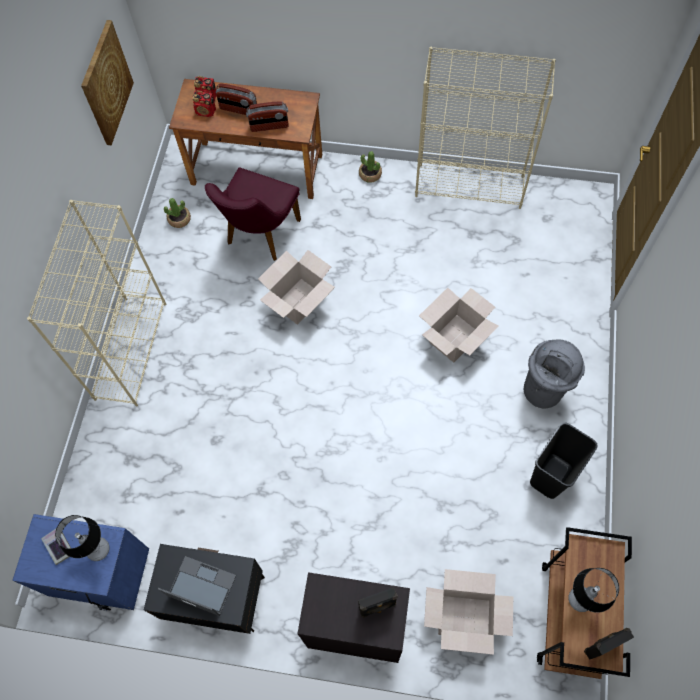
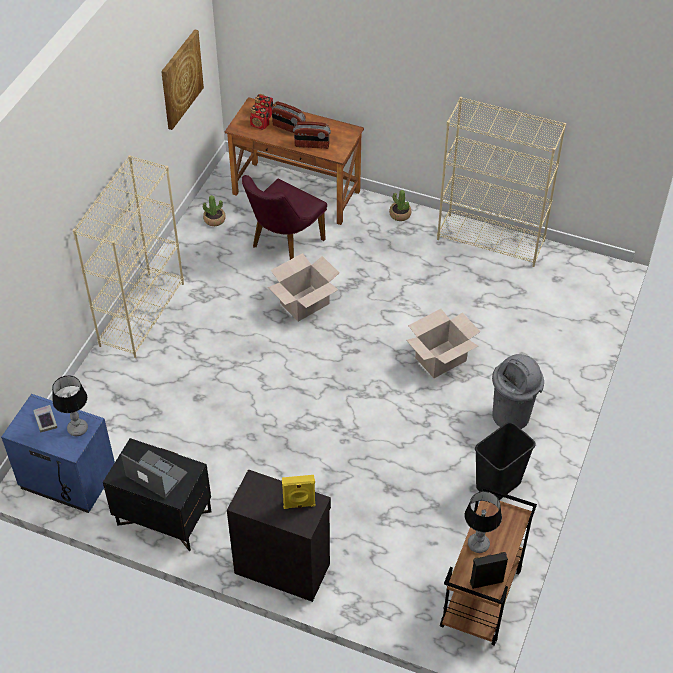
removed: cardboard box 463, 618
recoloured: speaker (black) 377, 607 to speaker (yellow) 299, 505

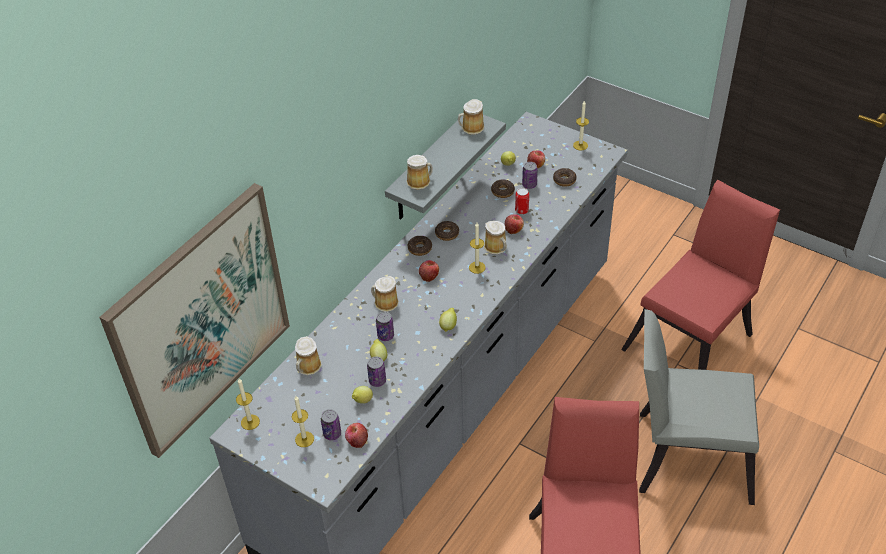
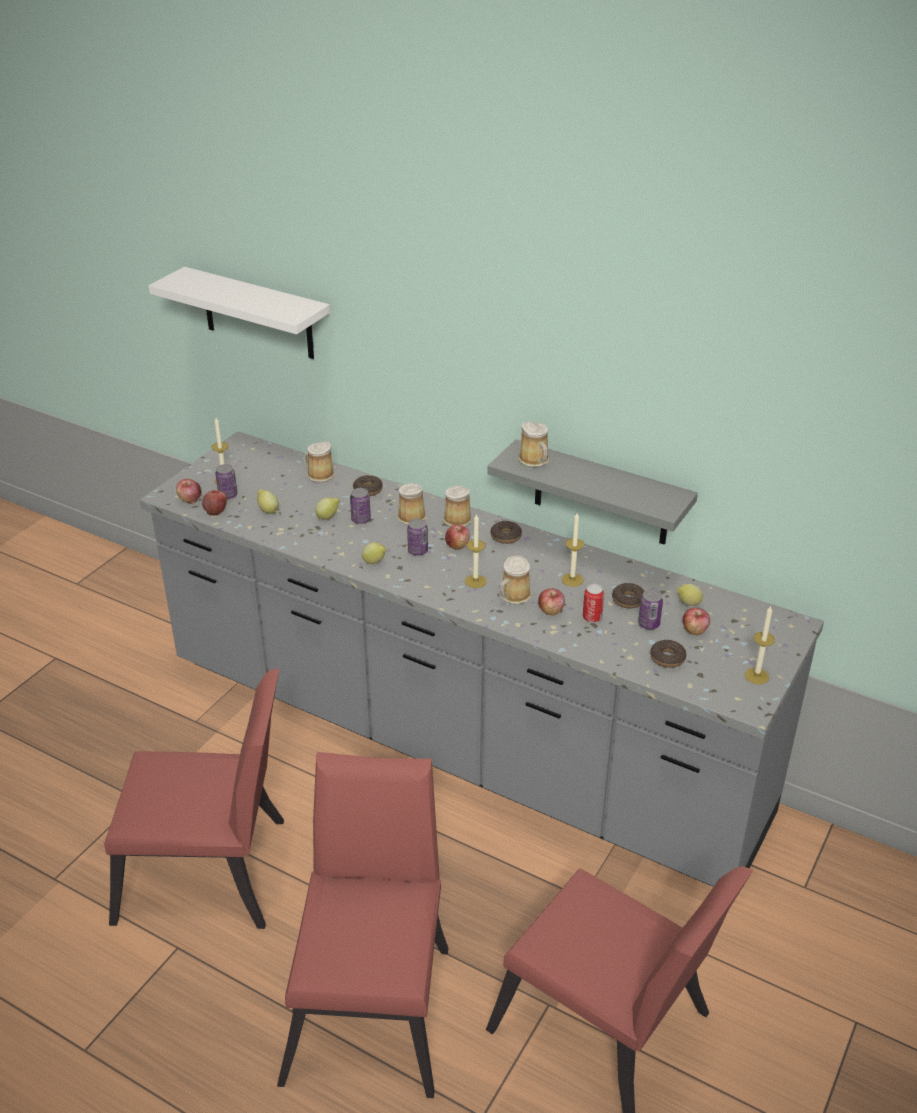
added: apple 190, 499
moved: mug 471, 128 to 457, 519; donut 447, 233 to 368, 490; can 377, 381 to 418, 551; candle 250, 422 to 572, 580
replaced: picture 202, 320 to shelf (white) 257, 314
recoloured: chair (grey) 685, 454 to chair (red) 372, 1001

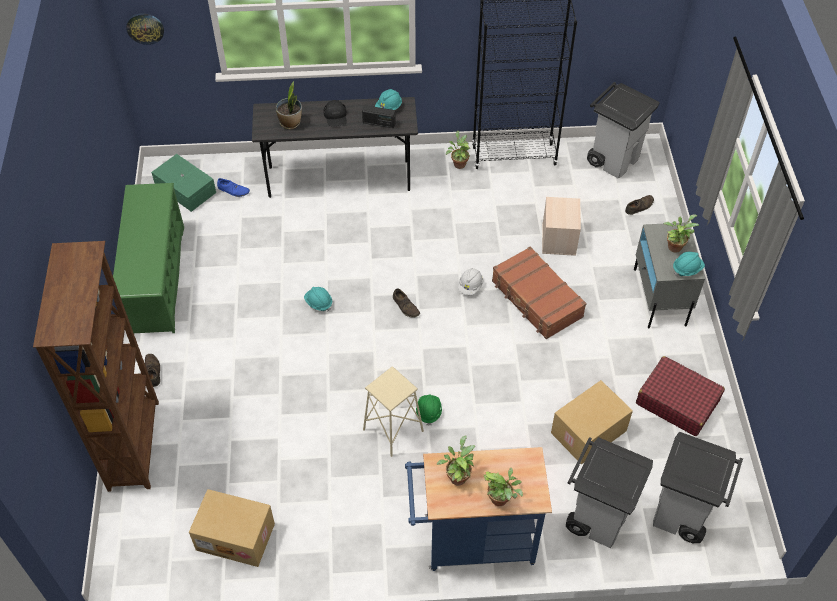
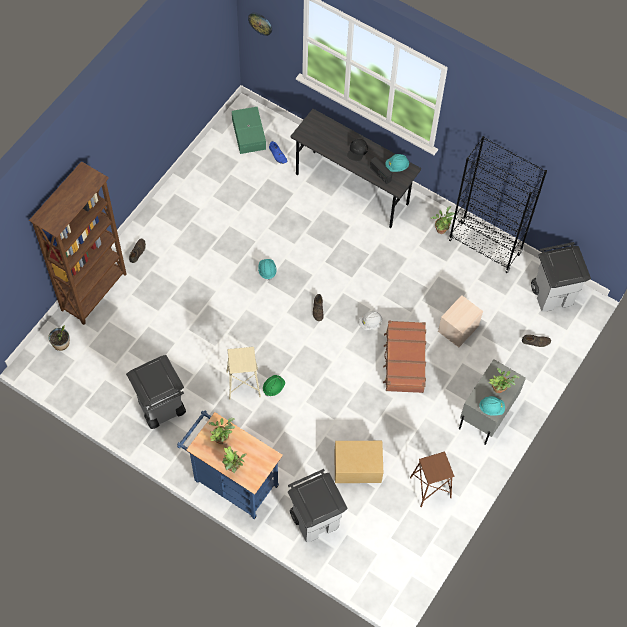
removed: shoe rack (green) 156, 279; cardboard box 236, 536
moved: potted plant 290, 123 to 61, 344; trash can (grey) 682, 515 to 161, 409
replaced: suitcase (red) 677, 402 to stool (brown) 430, 487

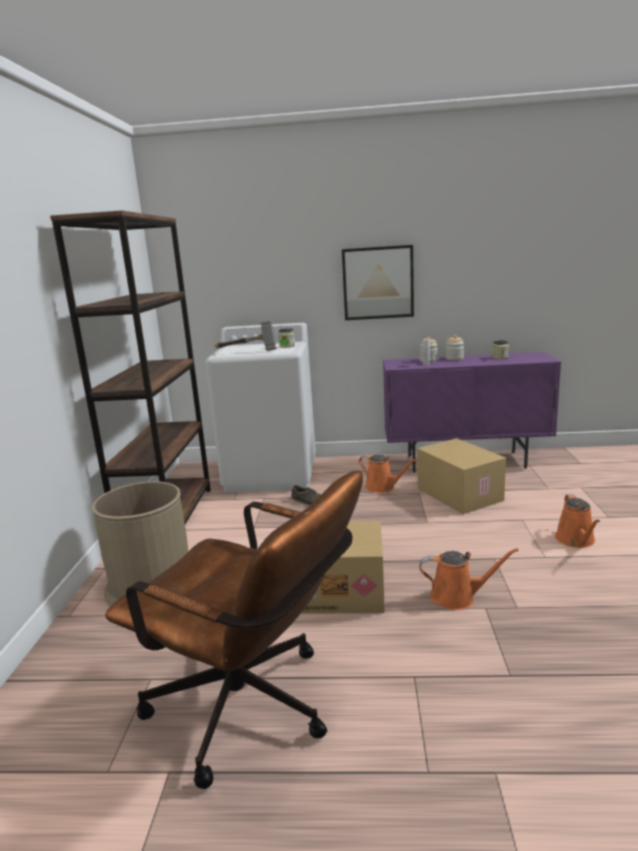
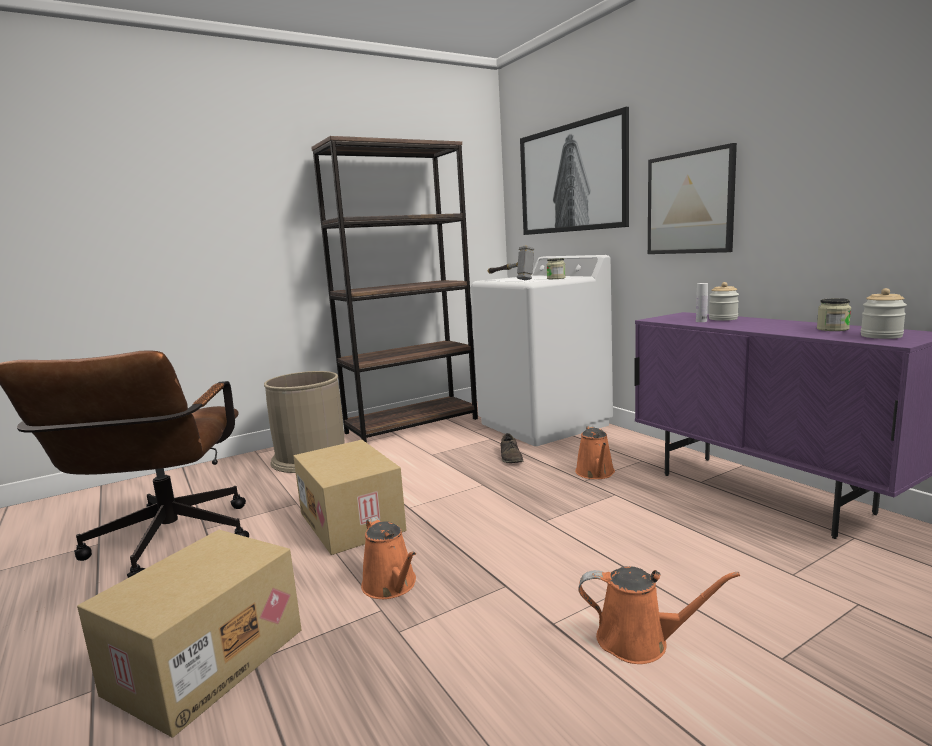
added: picture 572, 178
moved: jar 454, 358 to 881, 336; cardboard box 457, 494 to 206, 659
turned: watering can (orange) 576, 541 = 640, 641 135 degrees counterclockwise

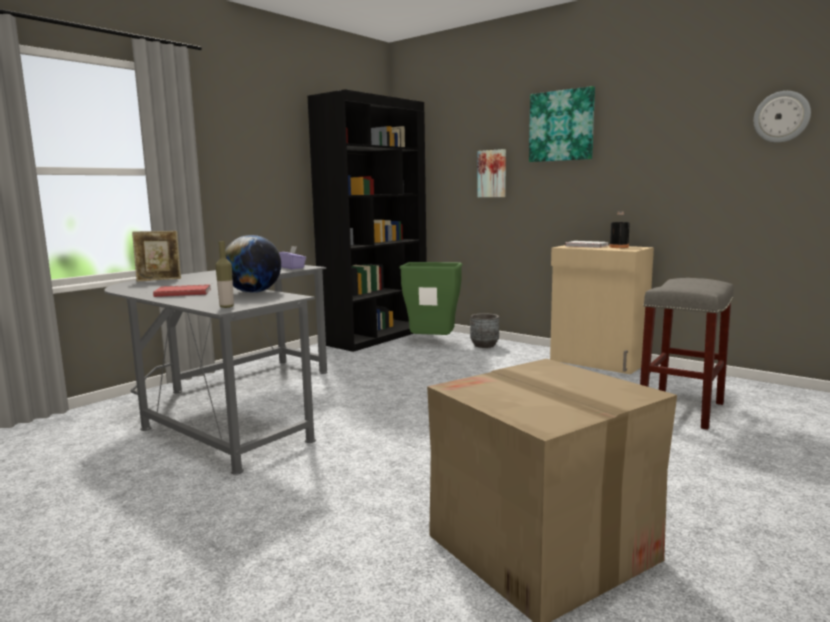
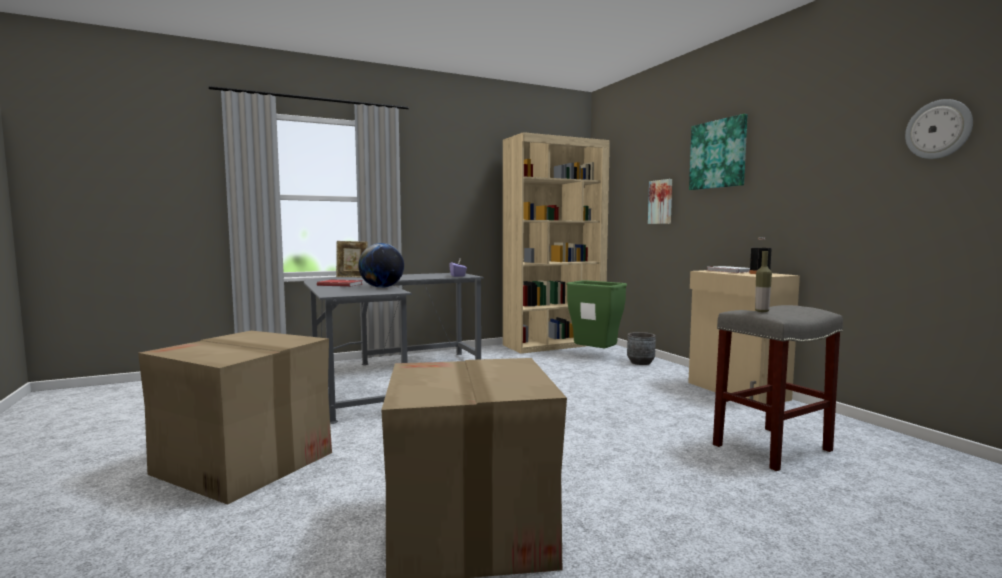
added: cardboard box 245, 463
moved: bottle 226, 307 to 761, 311
recoloured: bookcase (black) 376, 337 to bookcase (beige) 554, 345

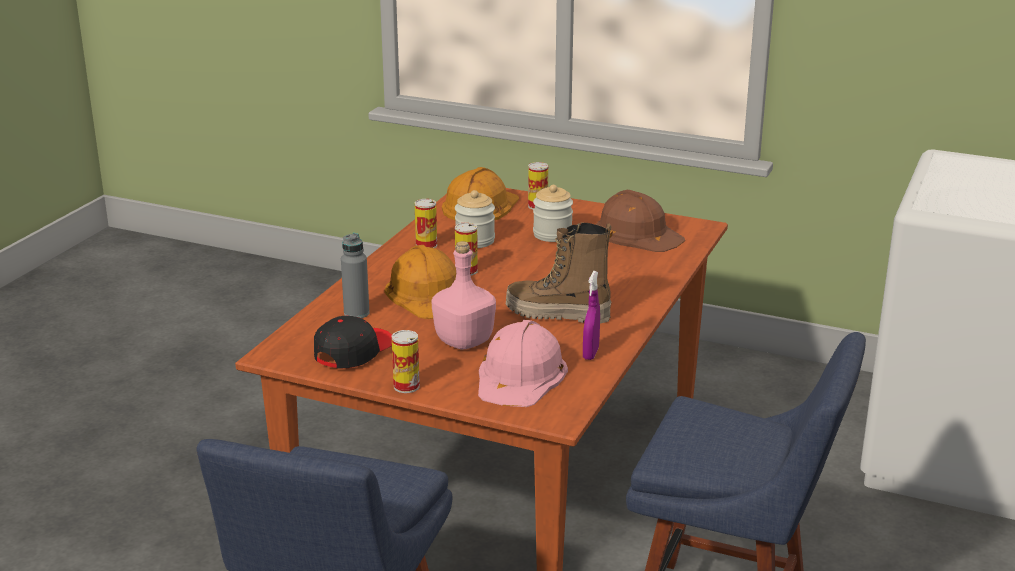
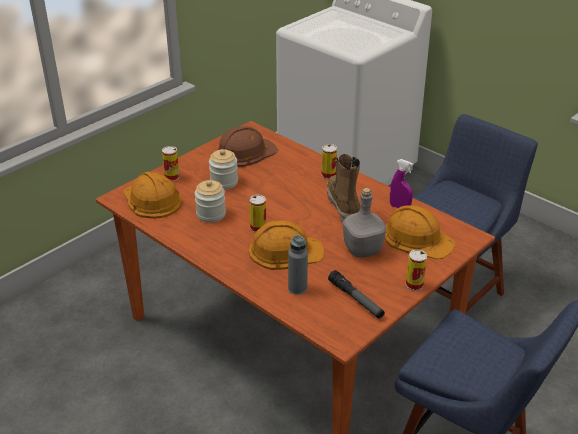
moved: can 426, 245 to 328, 175
replaced: cap (black) 353, 351 to flashlight 356, 299
recoloured: bottle (pink) 465, 341 to bottle (grey) 362, 249; hard hat (pink) 520, 376 to hard hat (orange) 417, 238
turned: boot 557, 314 = 343, 207 135 degrees clockwise

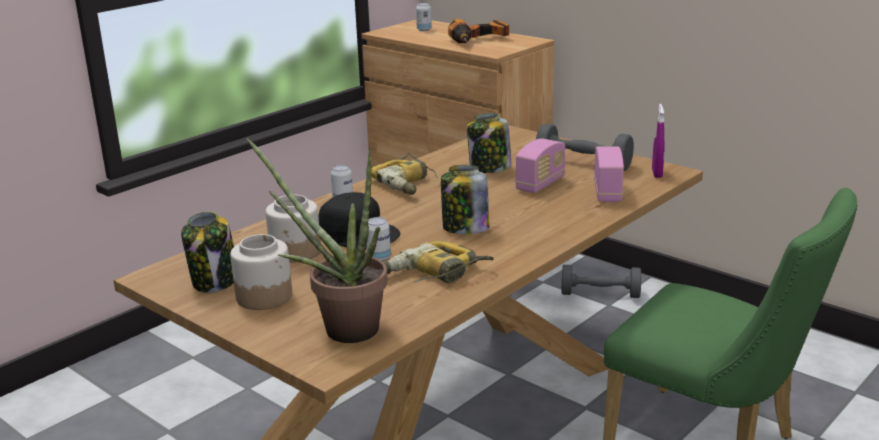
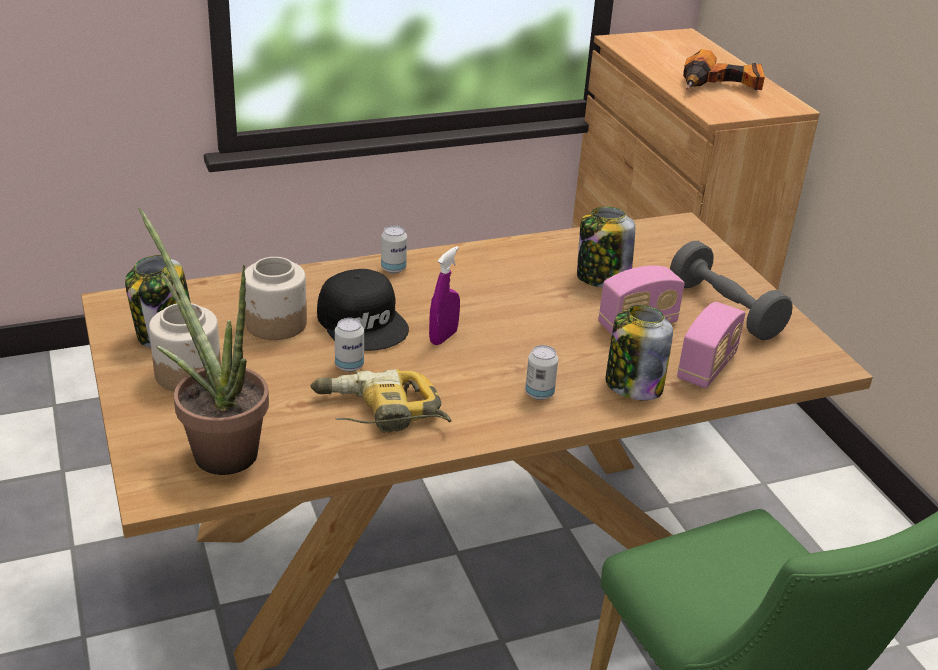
removed: power drill 407, 183; dumbbell (grey) 600, 294
moved: can 424, 30 to 539, 393; spray bottle (purple) 657, 174 to 443, 337; jar 464, 228 to 632, 385

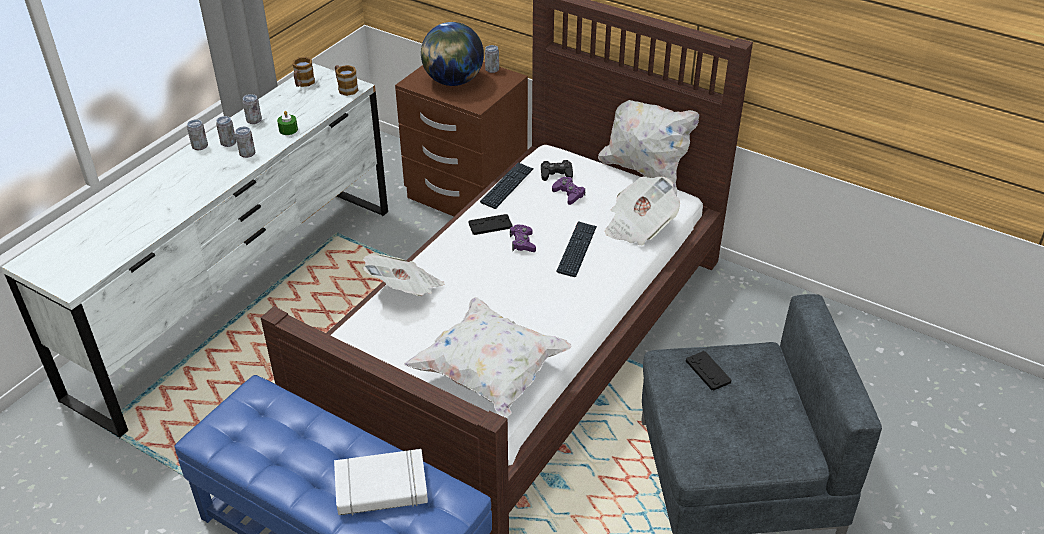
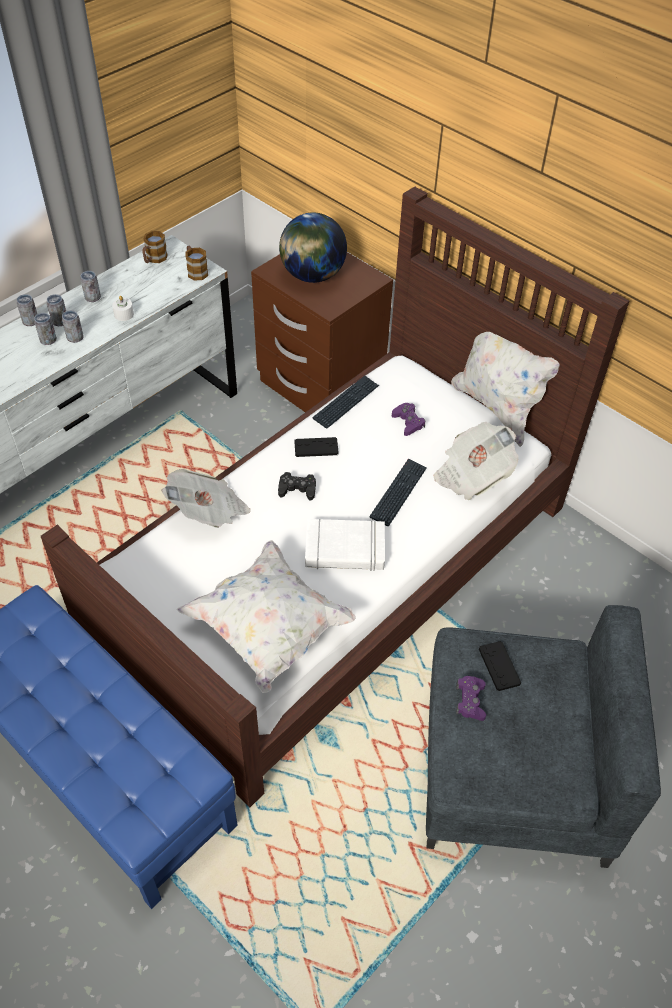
moved: can 492, 69 to 48, 340; game controller (black) 556, 174 to 297, 489; game controller (purple) 522, 243 to 470, 701; book (white) 381, 487 to 345, 549
recoloured: candle (green) 288, 130 to candle (white) 124, 314

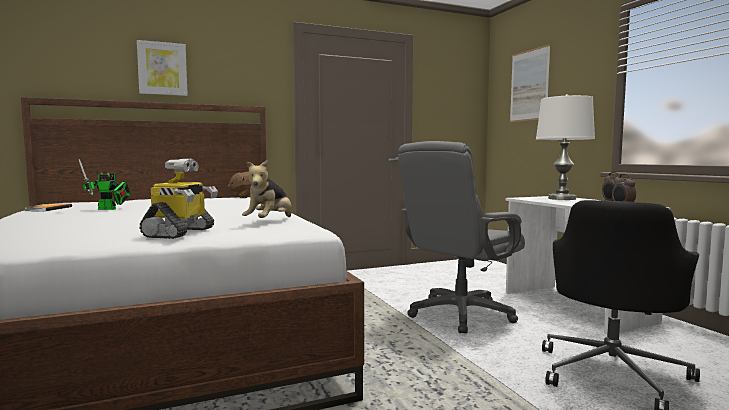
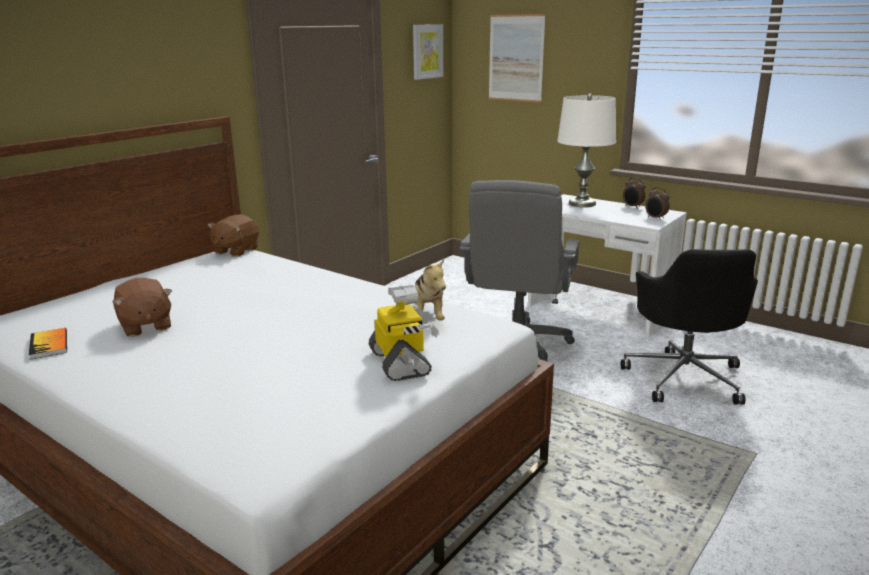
moved: picture 162, 69 to 427, 51
replaced: toy robot 109, 209 to plush toy (brown) 145, 326

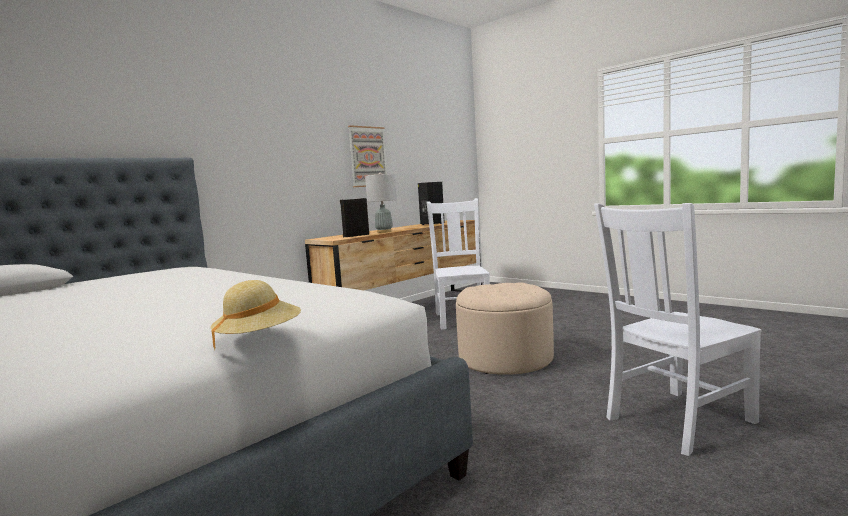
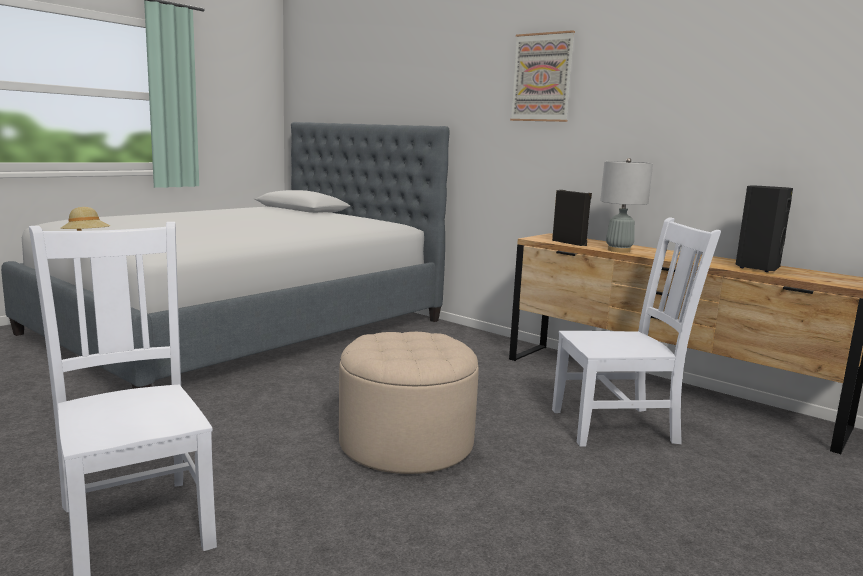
moved: picture 368, 156 to 542, 77

